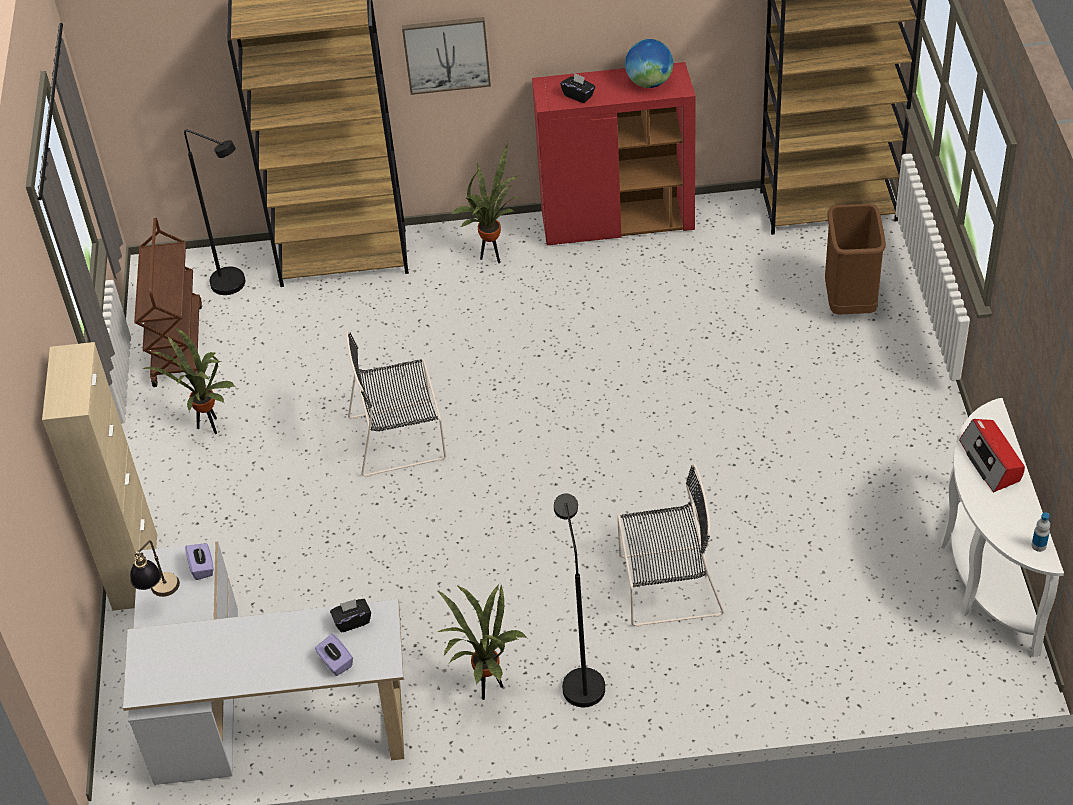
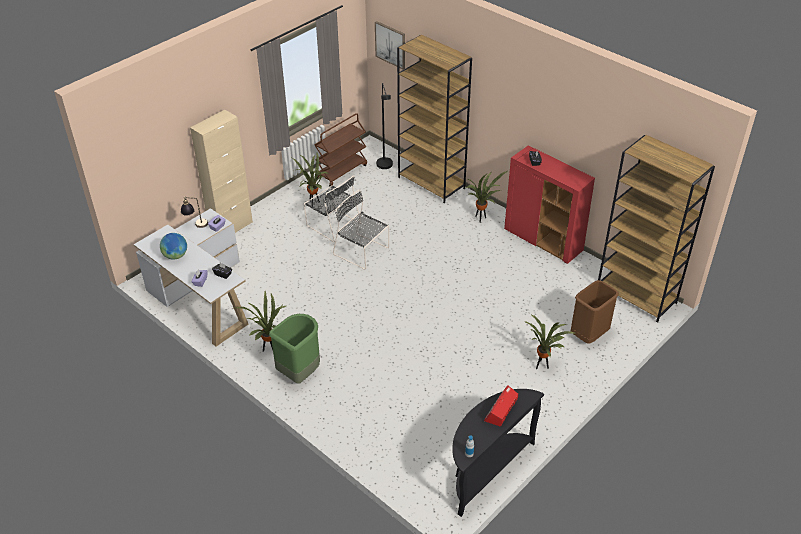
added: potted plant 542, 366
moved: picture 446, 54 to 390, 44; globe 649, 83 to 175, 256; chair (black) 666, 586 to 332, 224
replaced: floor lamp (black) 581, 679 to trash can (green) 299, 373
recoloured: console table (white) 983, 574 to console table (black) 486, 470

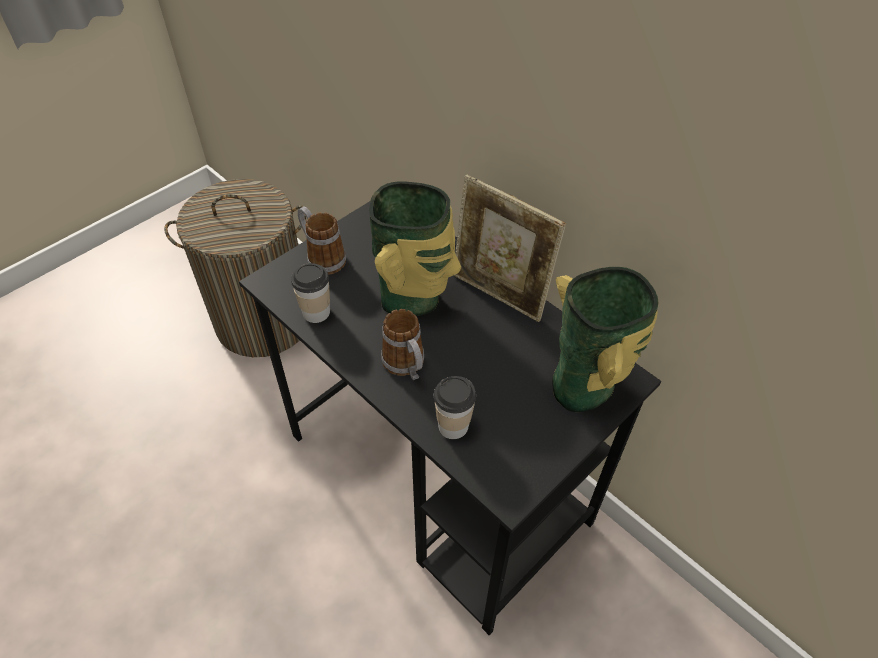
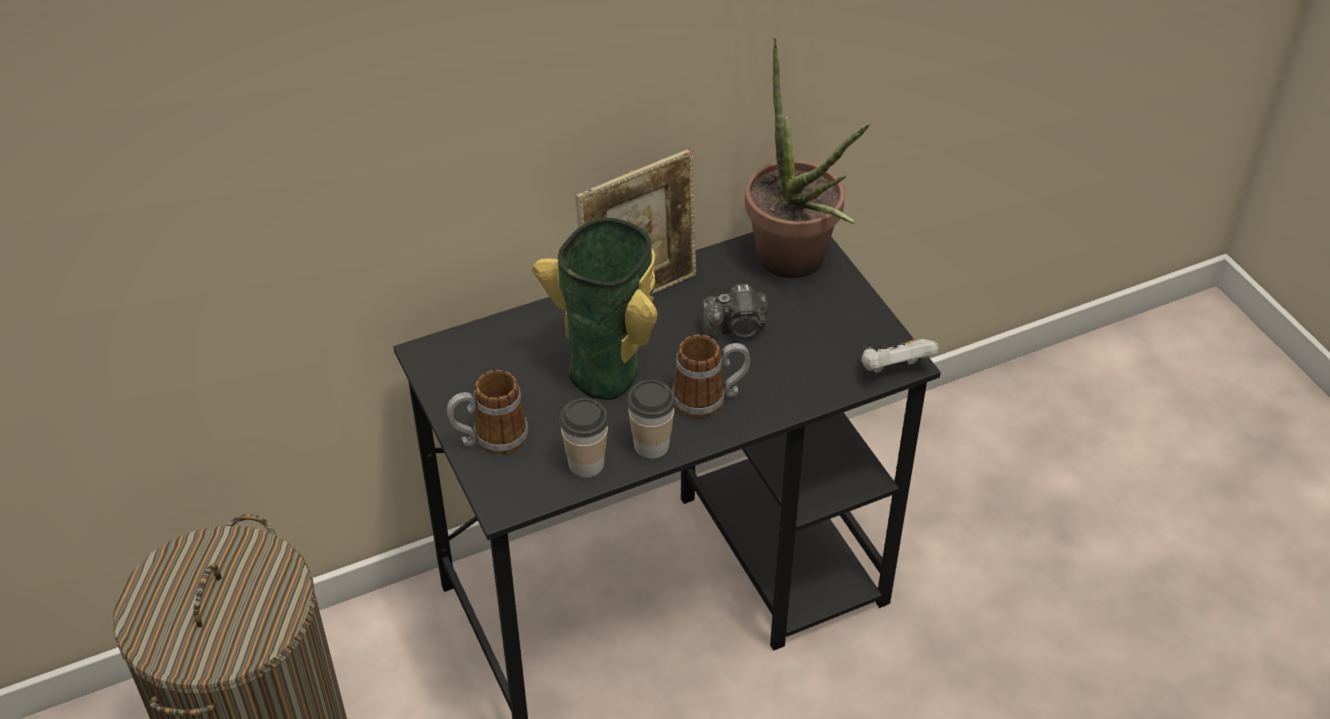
added: photo camera 737, 329; game controller (white) 894, 369
moved: cup 453, 426 to 651, 445
replaced: vase 586, 386 to potted plant 797, 266

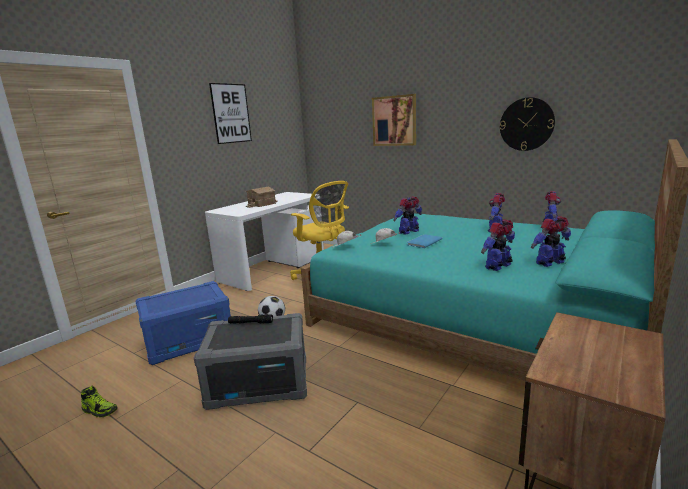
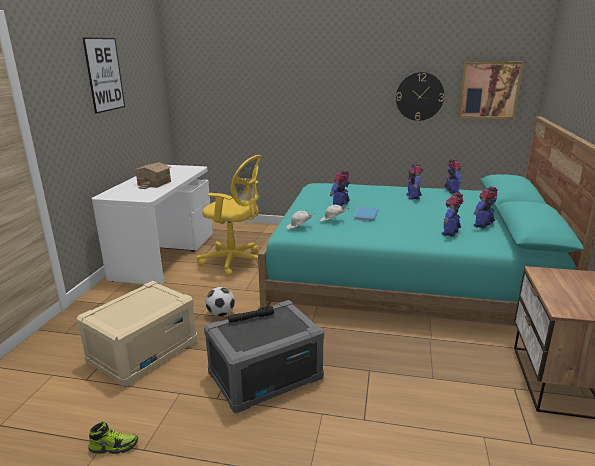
moved: picture 394, 121 to 489, 90
recoloured: storage box (blue) 189, 340 to storage box (beige) 143, 351

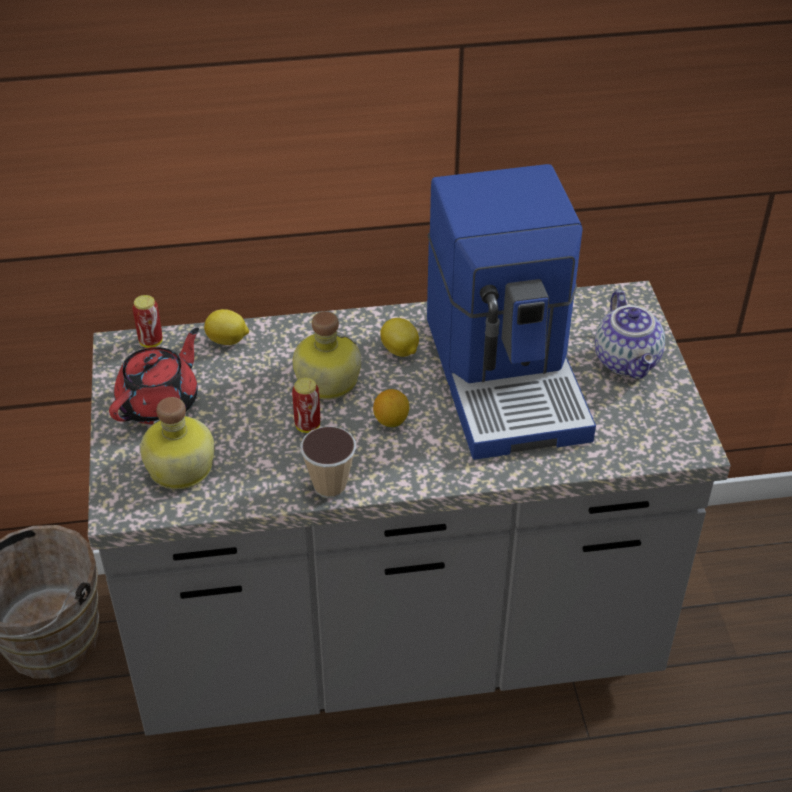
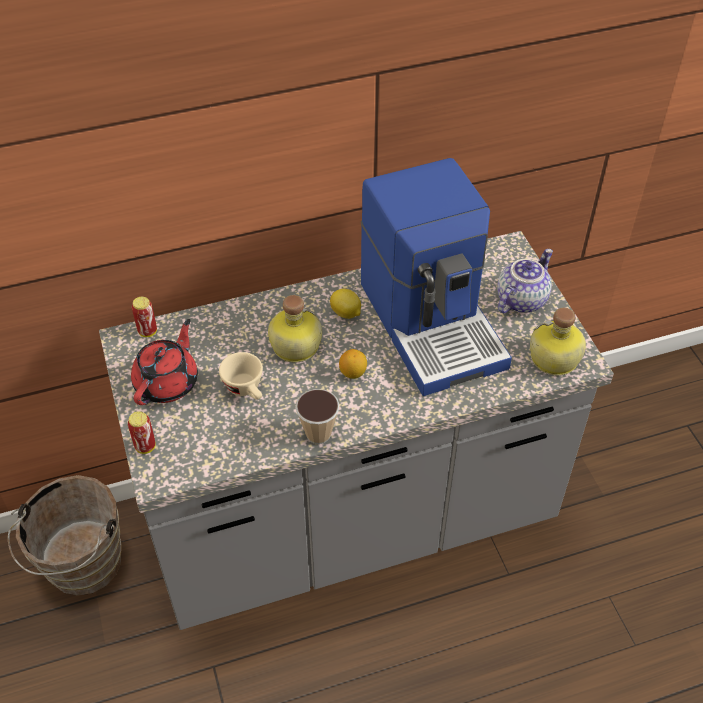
removed: lemon 228, 341
added: cup (beige) 247, 389
moved: can 307, 425 to 145, 446; bottle 179, 469 to 553, 359
turned: teapot 628, 361 = 520, 299 120 degrees counterclockwise

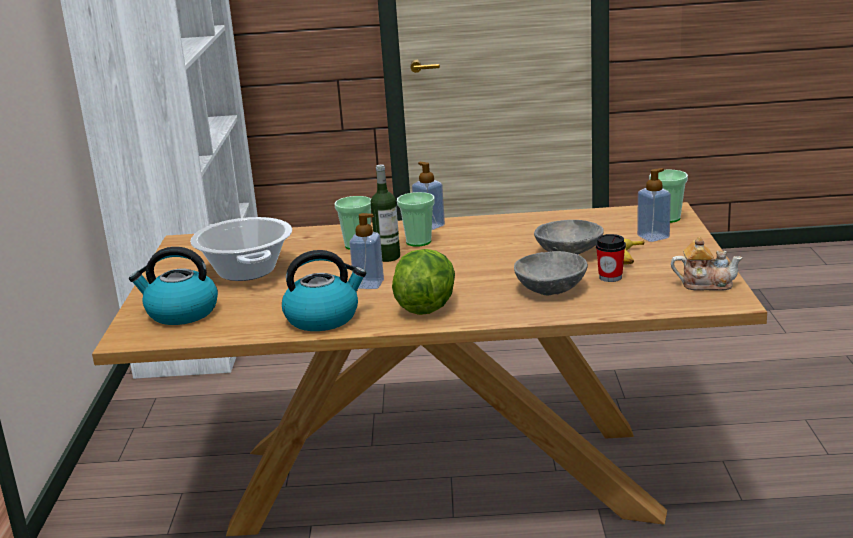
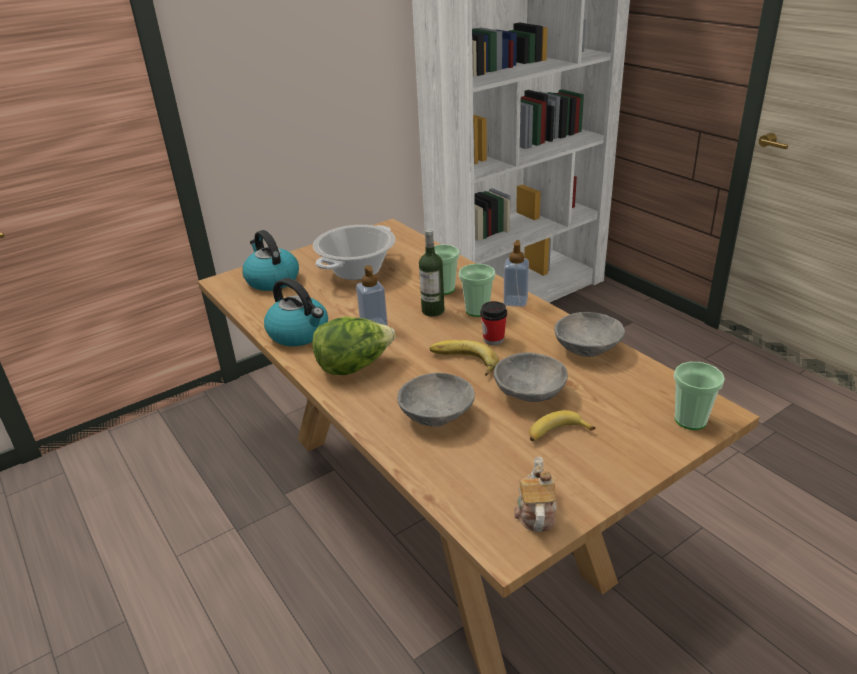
removed: soap dispenser 653, 237
added: bowl (grey) 588, 349; banana 463, 363
moved: cup 610, 277 to 493, 339
turned: teapot 705, 284 = 535, 512 150 degrees counterclockwise

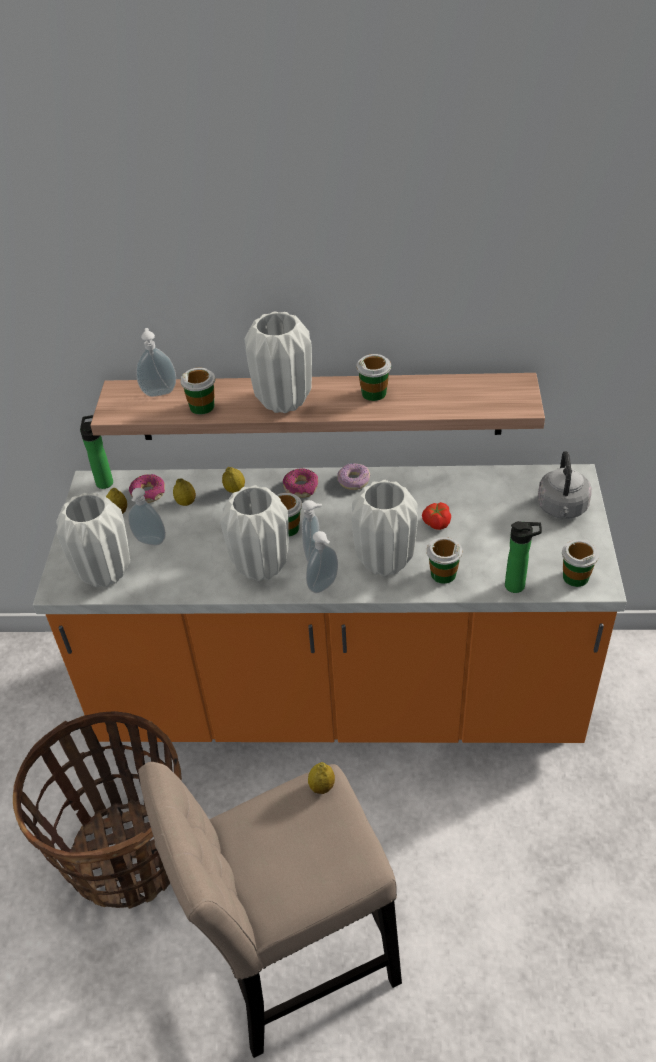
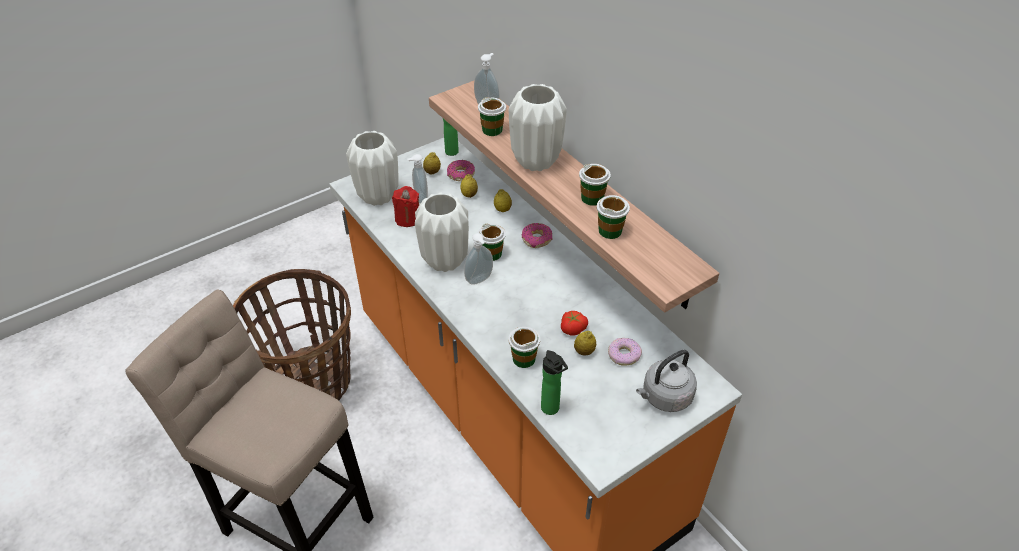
removed: vase (white) 384, 561; soap dispenser 324, 586
added: candle (red) 407, 219
moved: donut 353, 481 to 623, 355; cup 575, 577 to 610, 231; lemon 322, 786 to 584, 351

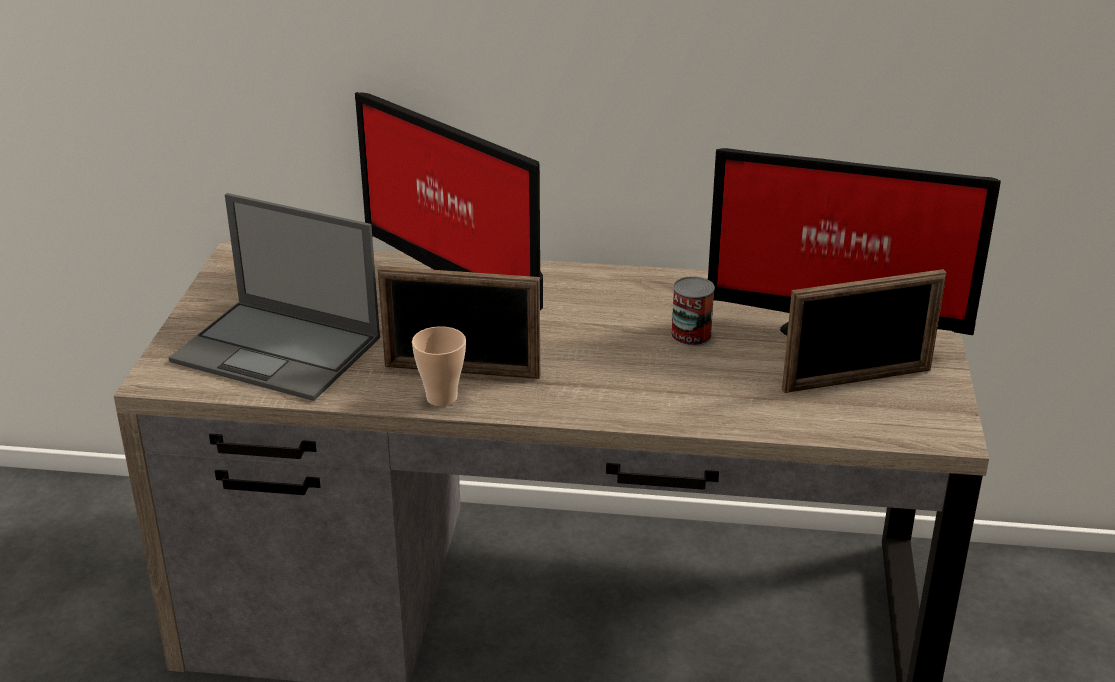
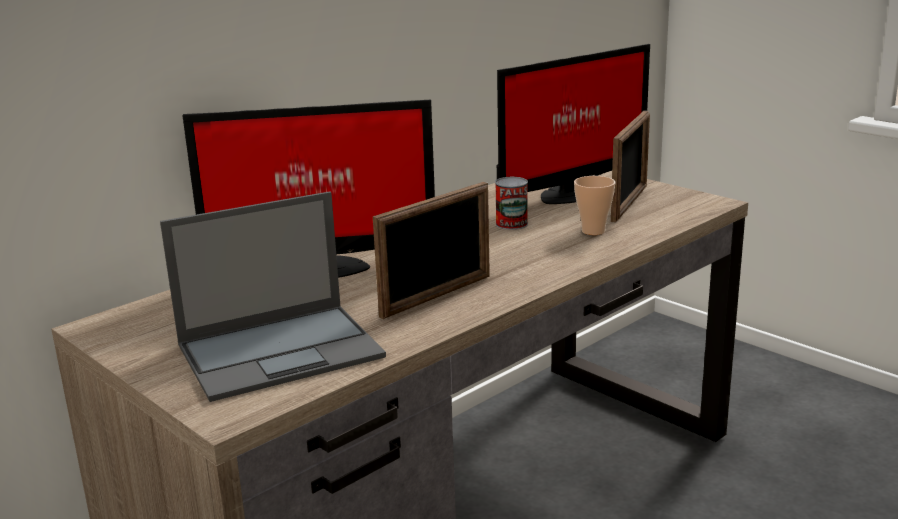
moved: cup 441, 398 to 593, 231

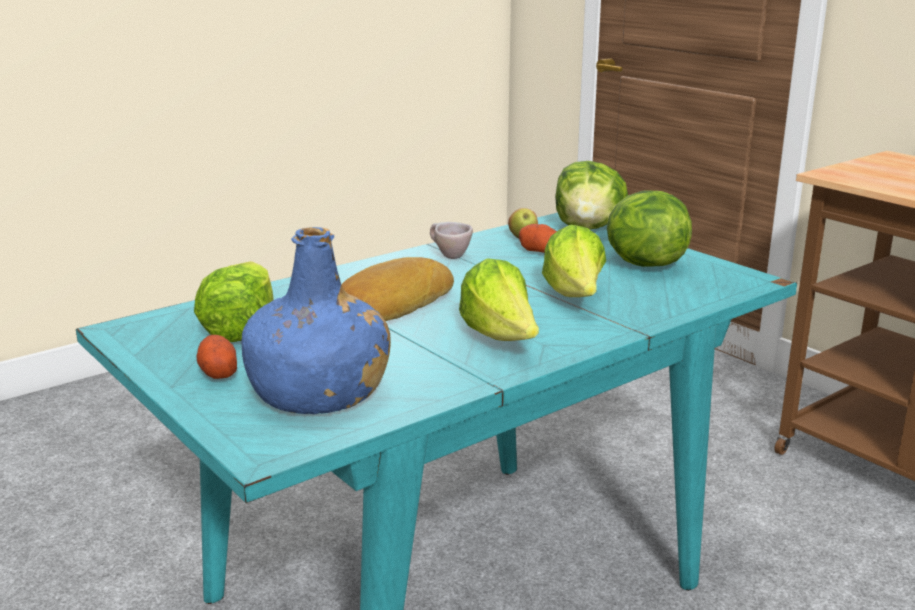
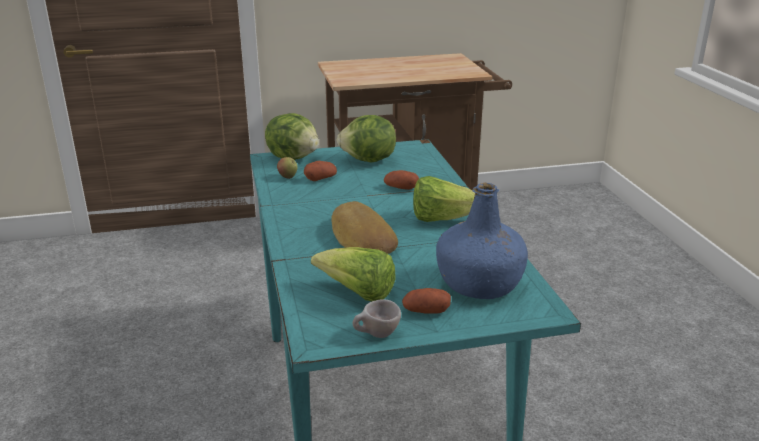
moved: cup (beige) 448, 256 to 376, 336
replaced: lettuce 575, 297 to potato 401, 188

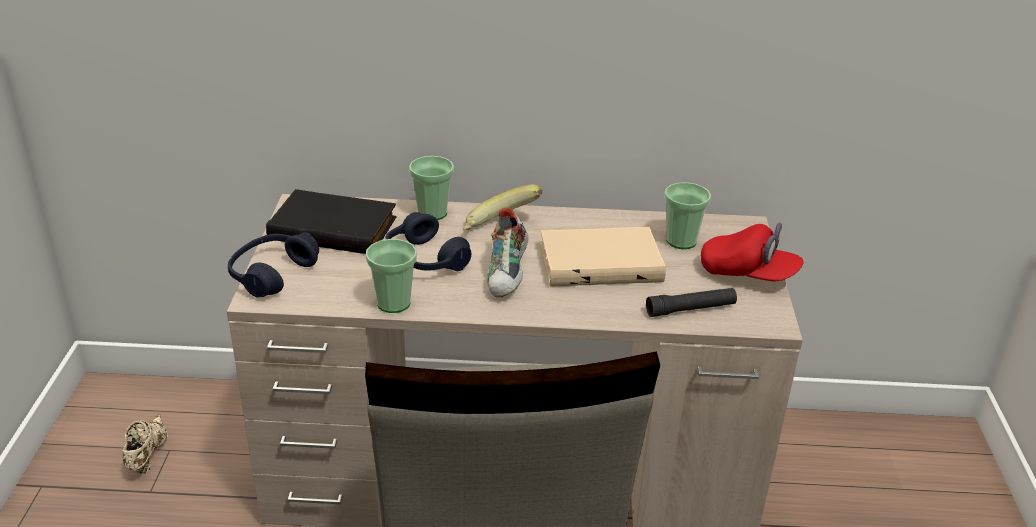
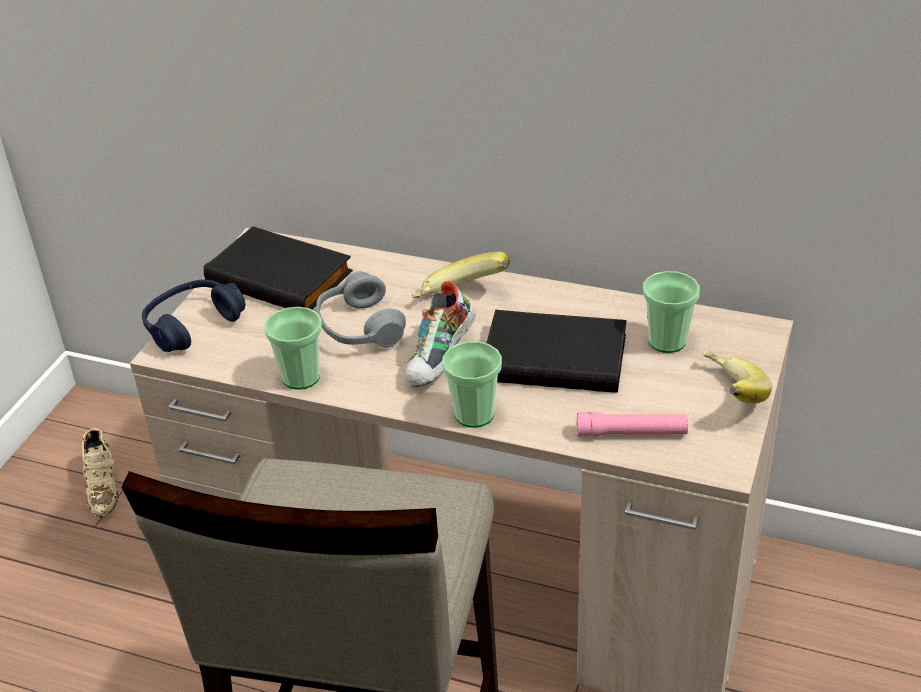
moved: cup 432, 213 to 474, 414
replaced: cap (red) 748, 274 to banana 727, 396
recoloured: headphones (blue) 425, 259 to headphones (grey) 359, 328; book (beige) 600, 261 to book (black) 556, 356; flashlight (black) 691, 309 to flashlight (pink) 632, 433
turned: shoe (beige) 147, 456 = 103, 487 150 degrees clockwise

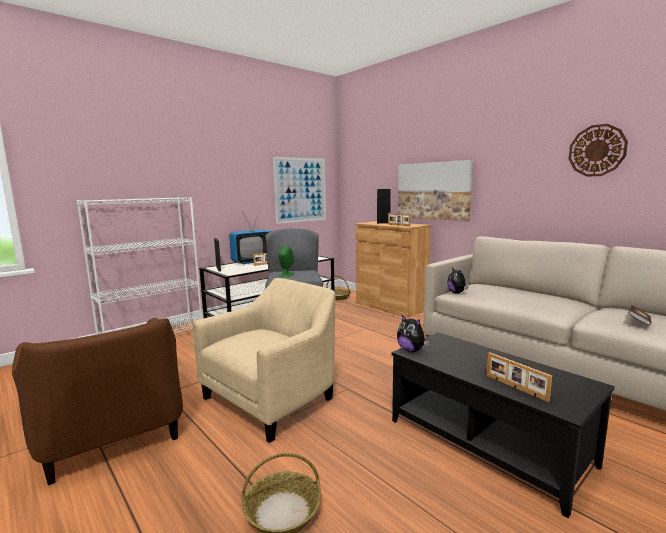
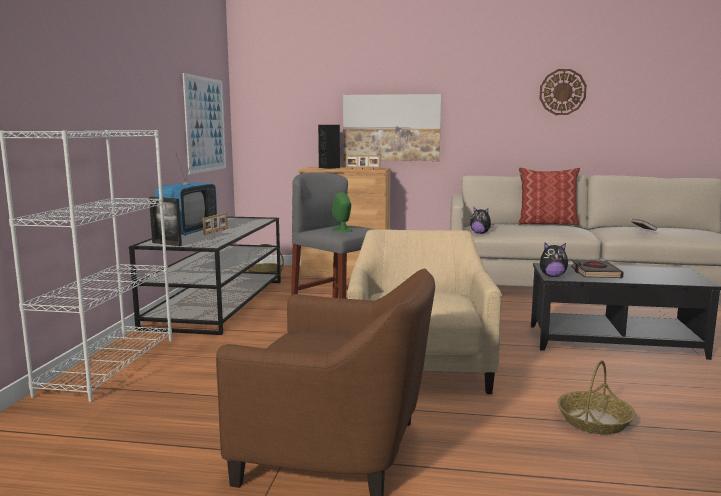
removed: picture frame 515, 388
added: pillow 547, 223; book (black) 595, 273

